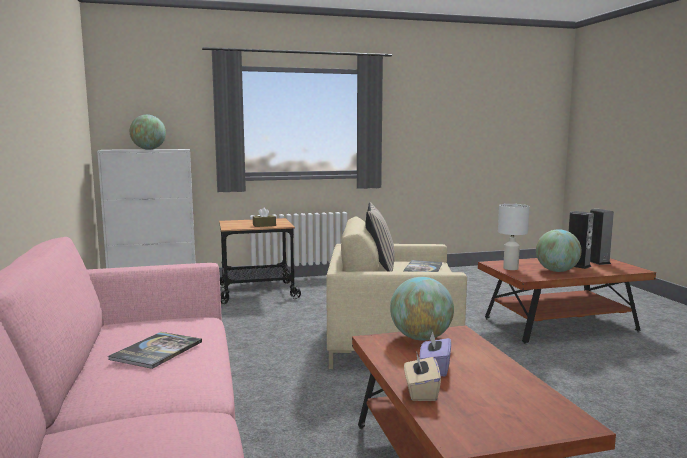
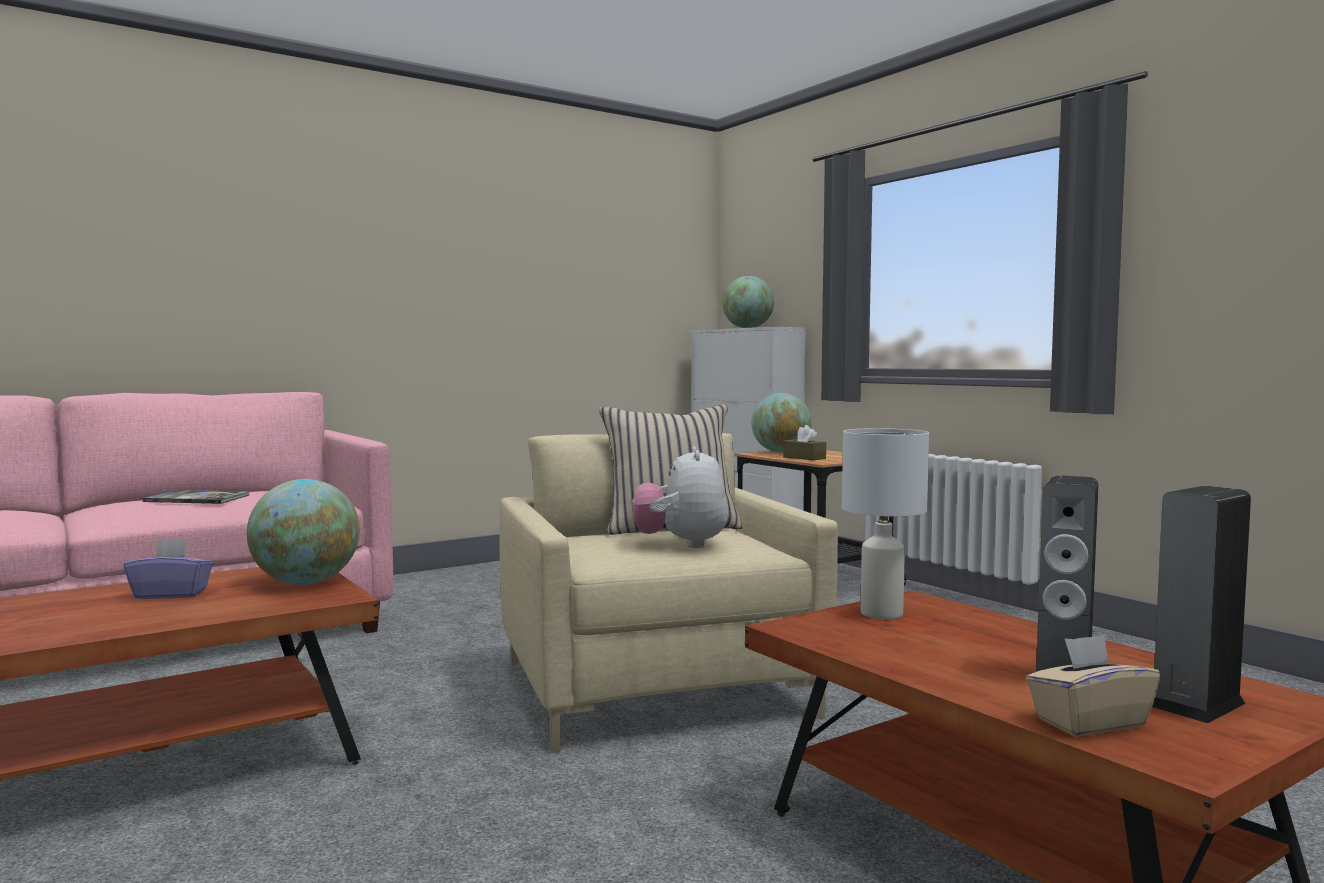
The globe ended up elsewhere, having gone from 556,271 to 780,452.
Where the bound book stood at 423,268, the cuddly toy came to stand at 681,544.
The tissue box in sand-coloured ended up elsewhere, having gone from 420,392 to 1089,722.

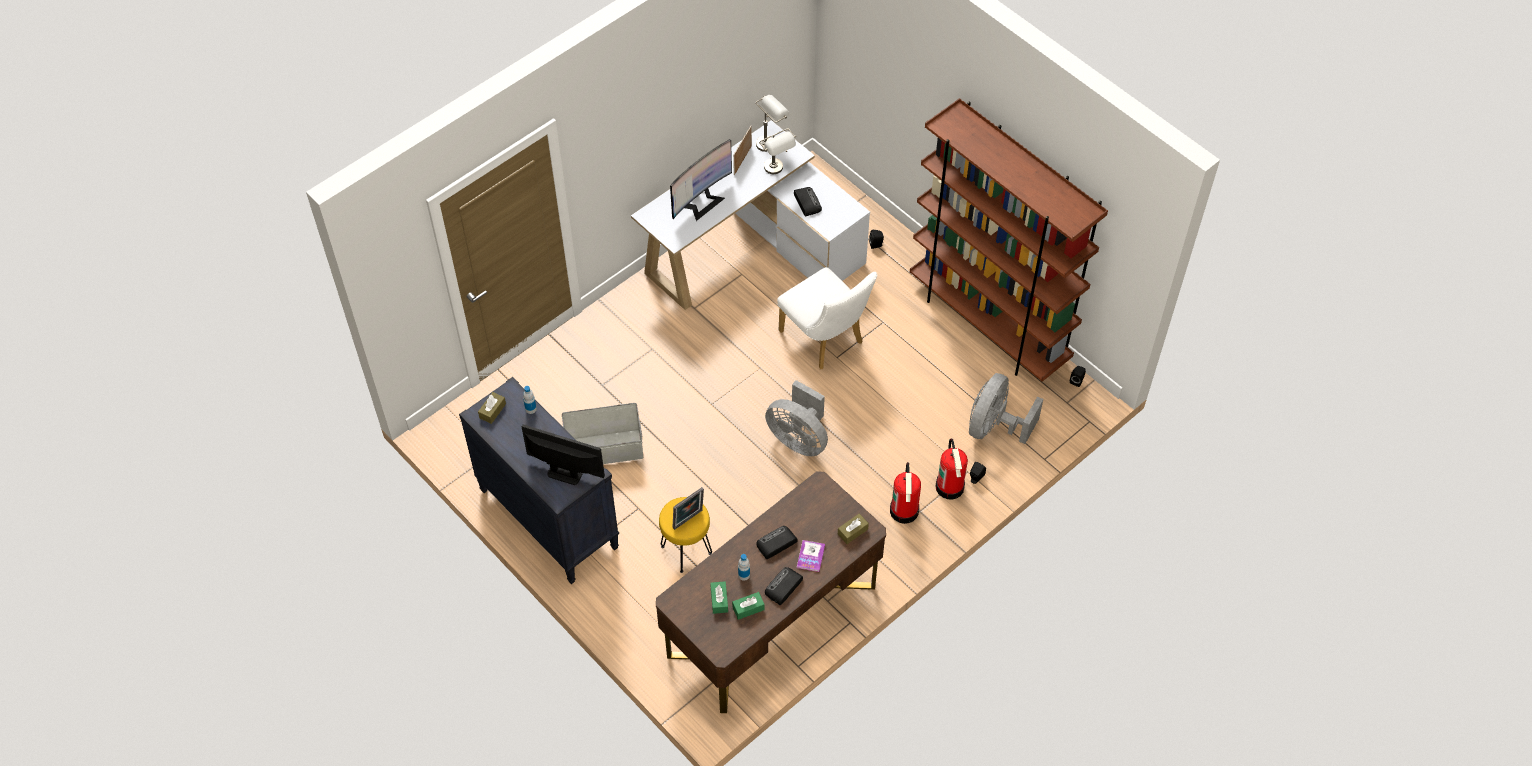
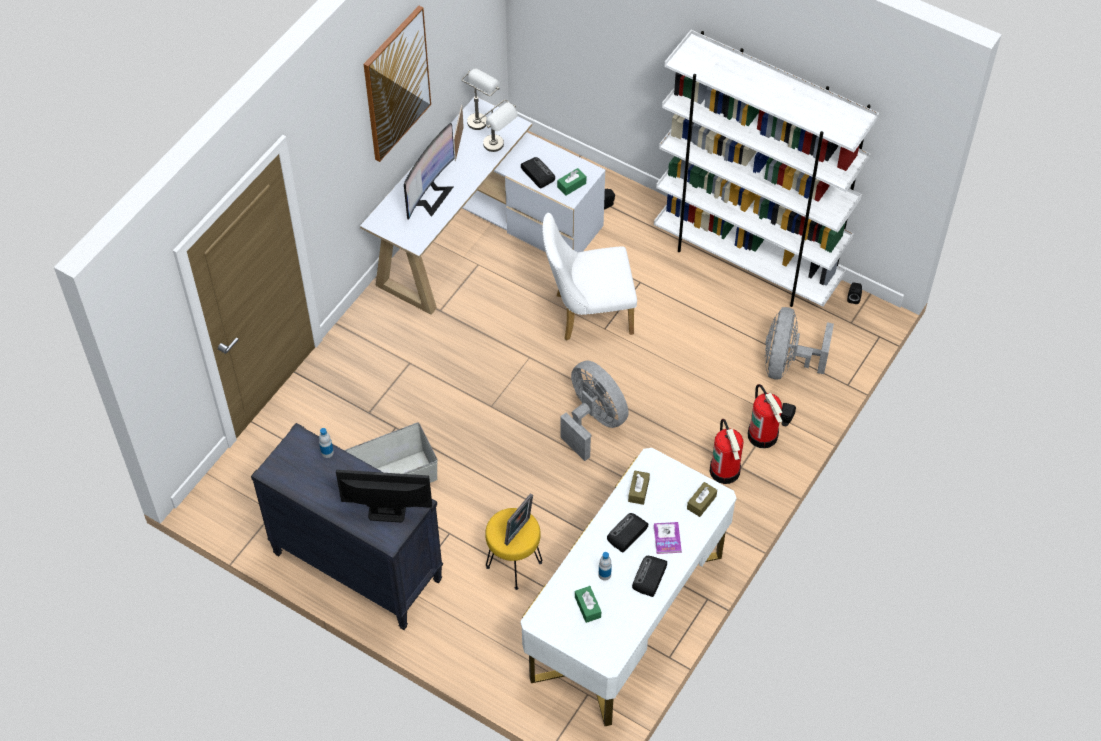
What was the shelving unit in brown at 989,324 turned into the shelving unit in whitish at 747,261.
The plain chair in whitish at 825,340 ended up facing another way, 135 degrees clockwise from before.
The electric fan in gray at 799,439 ended up facing another way, 150 degrees counterclockwise from before.
The tissue box in brown ended up elsewhere, having gone from 492,411 to 638,490.
What was the desk unit in brown at 772,620 turned into the desk unit in whitish at 626,616.
The tissue box in greenish ended up elsewhere, having gone from 748,608 to 571,185.
The second view gained the picture at 396,84.

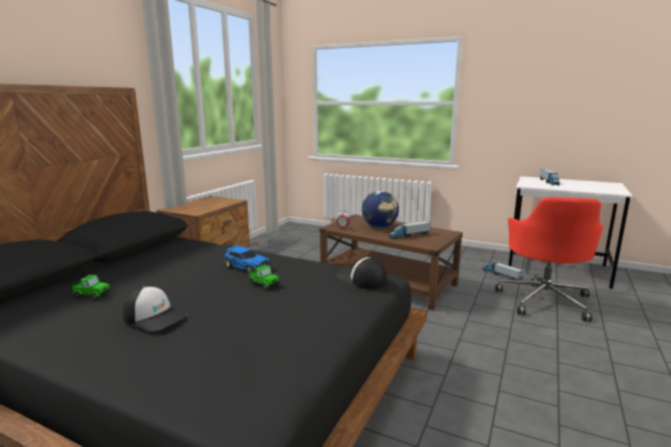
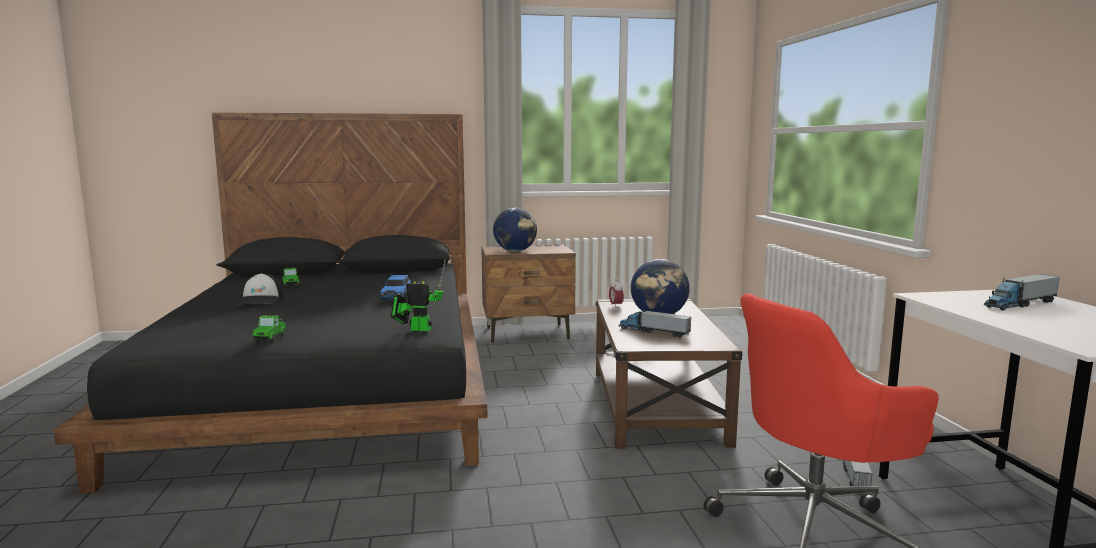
Where the baseball cap stood at 361,279, the toy robot came to stand at 417,329.
The toy car ended up elsewhere, having gone from 263,284 to 271,337.
The second view gained the globe at 515,251.

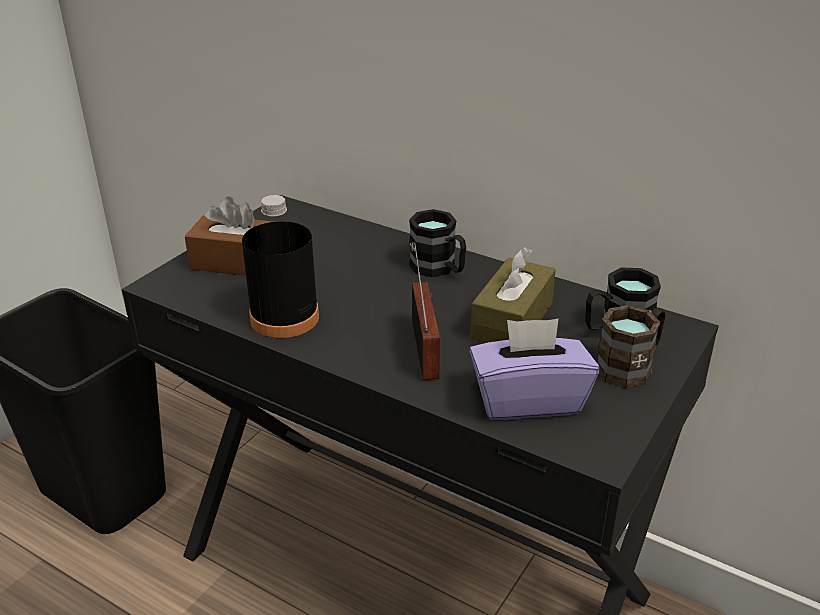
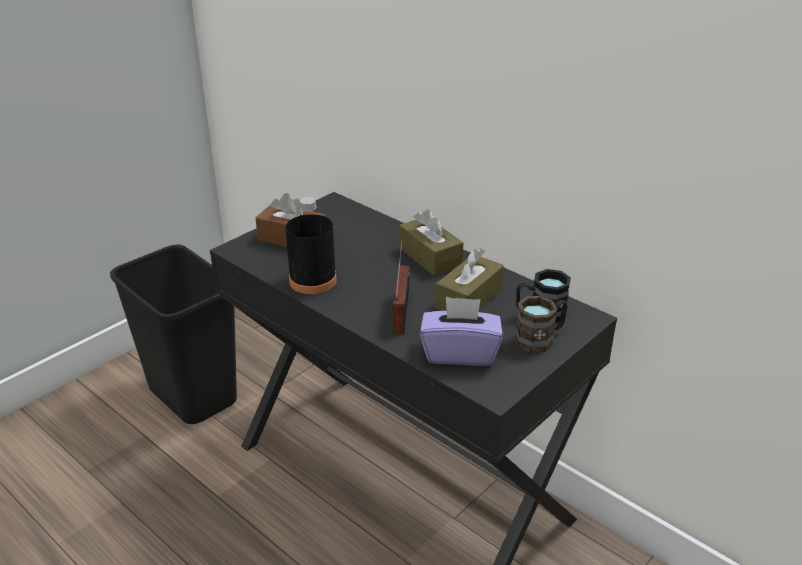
Where the mug in black stood at 439,269, the tissue box in brown came to stand at 430,257.

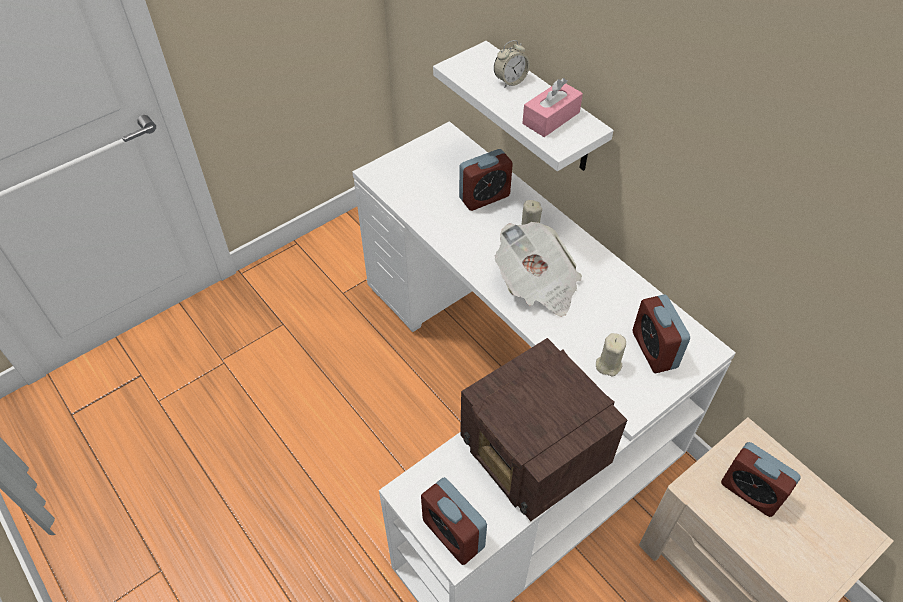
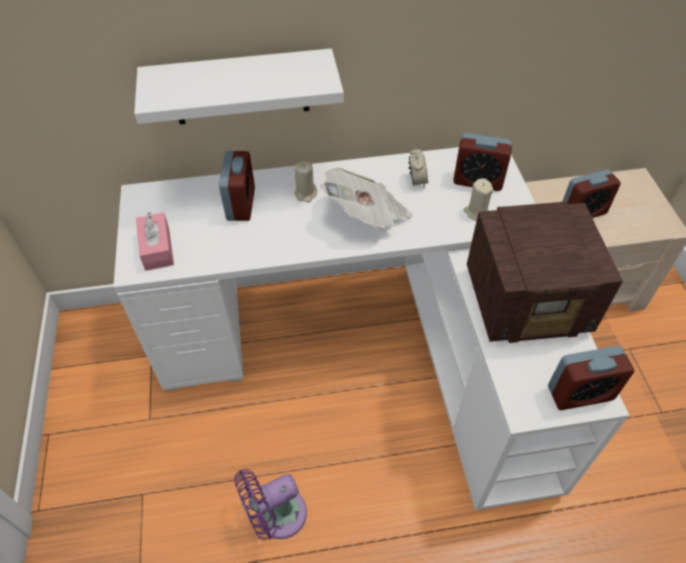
The alarm clock ended up elsewhere, having gone from 510,81 to 417,181.
The tissue box in pink-coloured ended up elsewhere, having gone from 551,118 to 157,248.
The second view gained the electric fan in purple-coloured at 276,516.

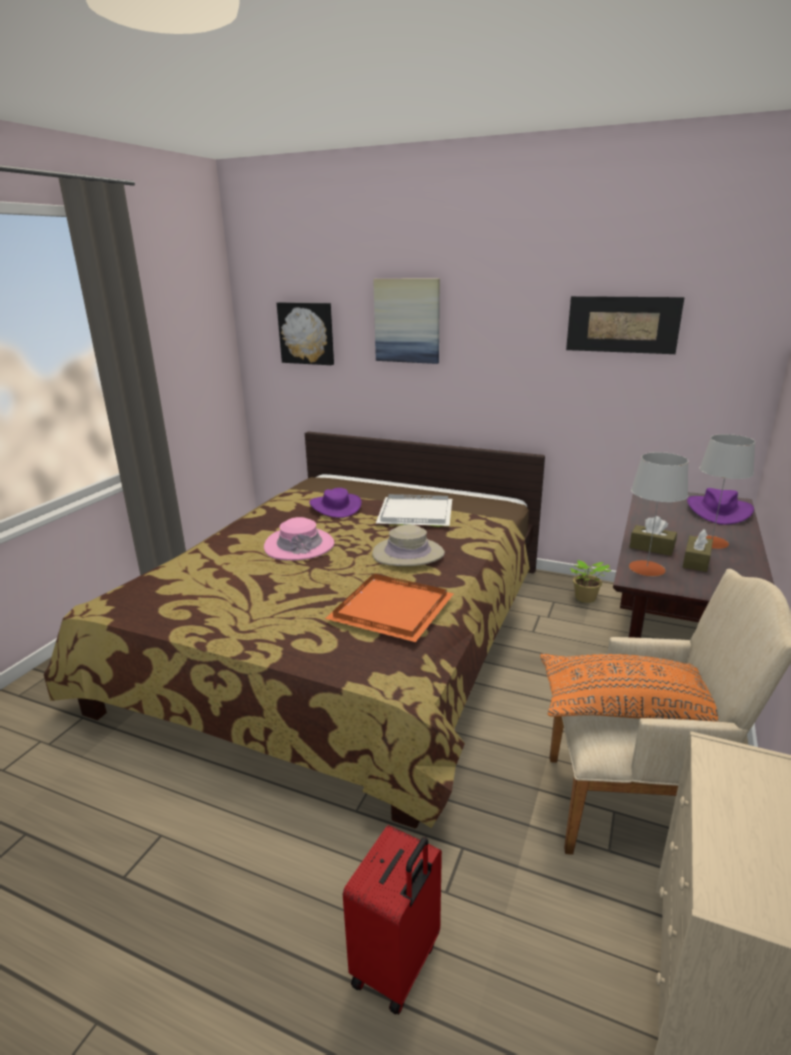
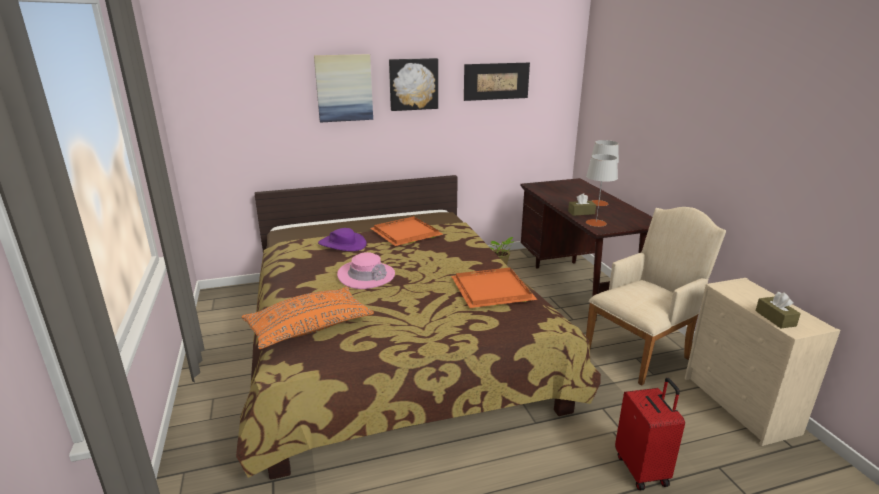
The picture ended up elsewhere, having gone from 307,333 to 413,84.
The second view lost the clothing hat in purple-coloured at 718,511.
What was the serving tray in whitish at 414,513 turned into the serving tray in orange-coloured at 404,233.
The second view lost the clothing hat in sand-coloured at 408,554.
The tissue box in brown ended up elsewhere, having gone from 696,561 to 775,318.
The throw pillow in orange-coloured ended up elsewhere, having gone from 628,706 to 309,328.

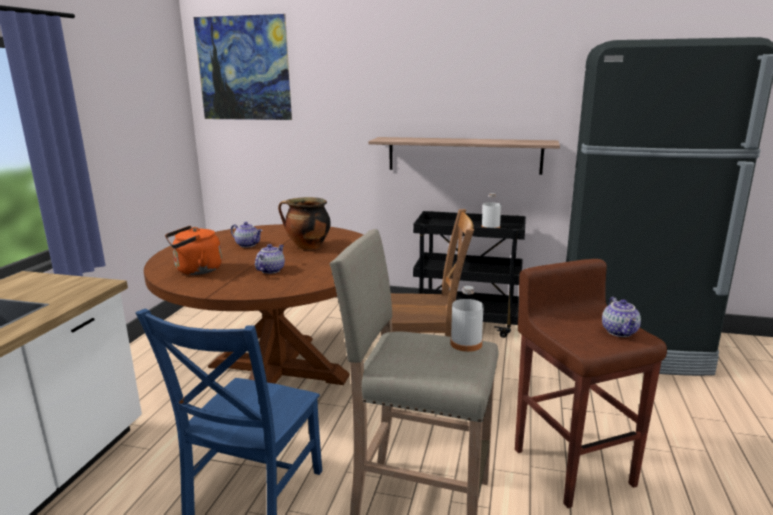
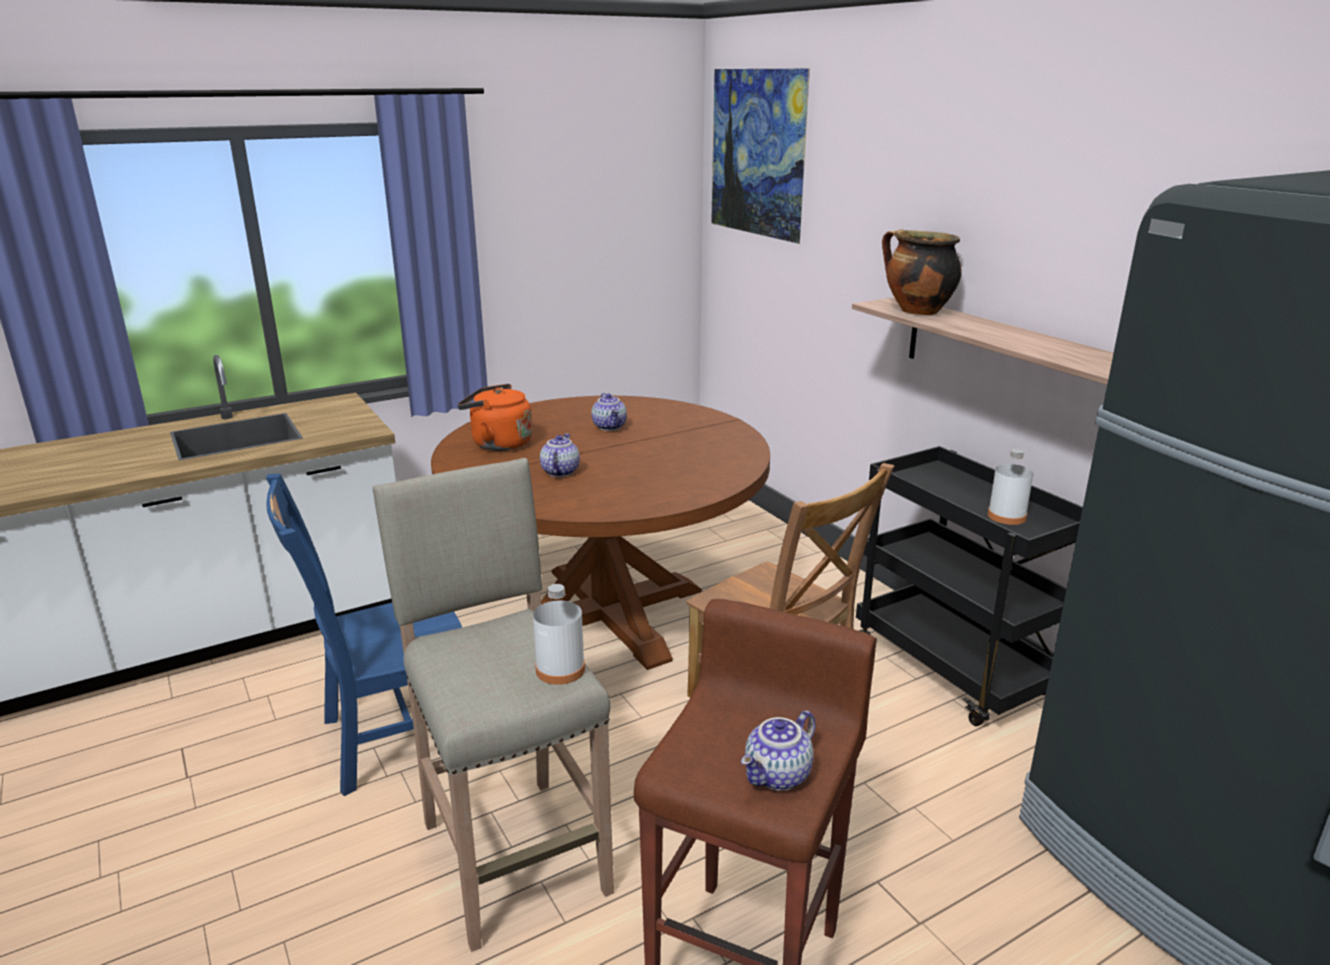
The saucepot ended up elsewhere, having gone from 307,247 to 916,311.
The pot for tea at 270,270 ended up facing another way, 60 degrees counterclockwise from before.

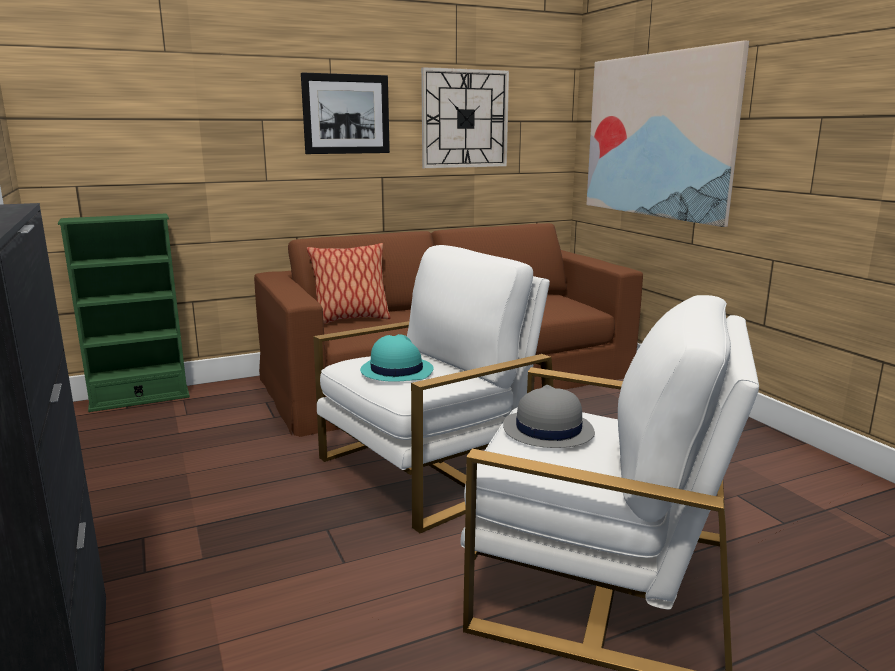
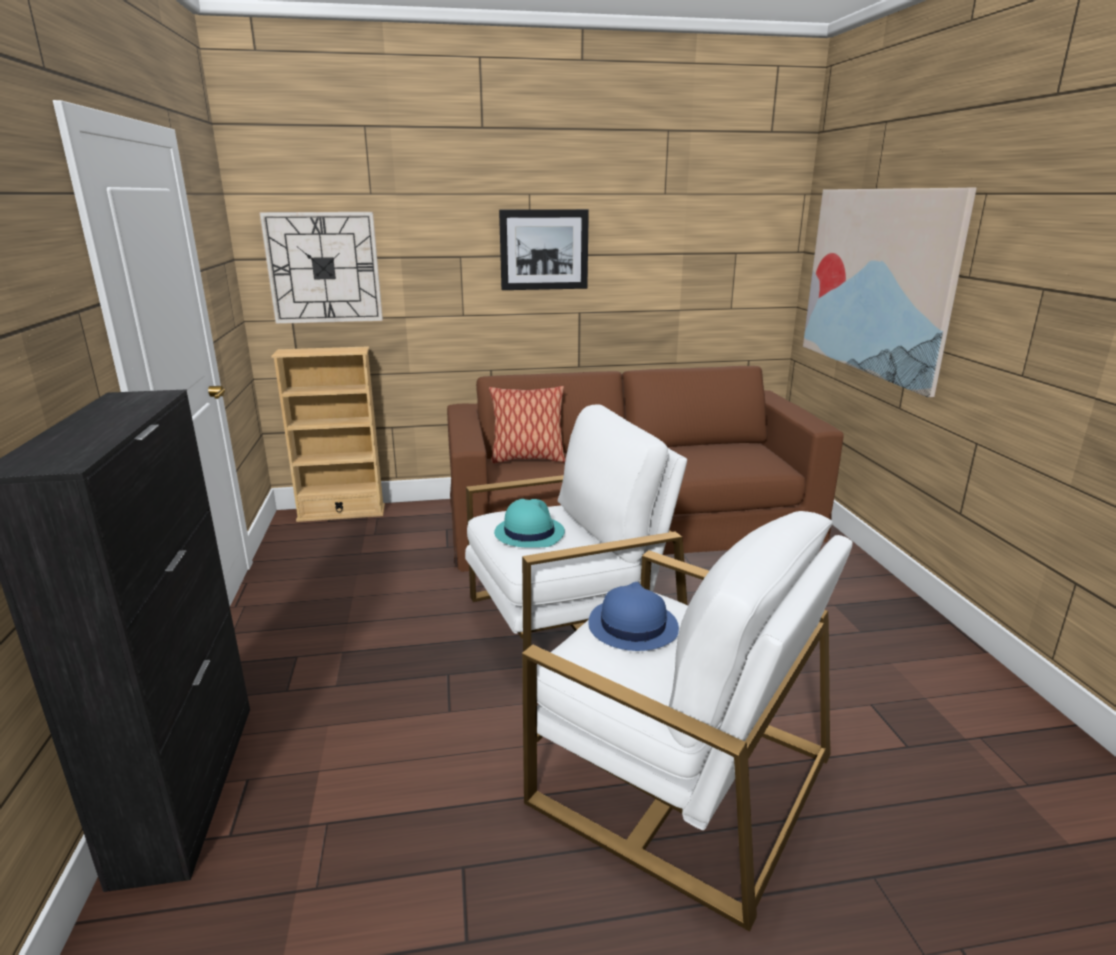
The clock on the wall ended up elsewhere, having gone from 465,119 to 324,268.
What was the shelving unit in greenish at 140,399 turned into the shelving unit in sand-coloured at 341,513.
What was the clothing hat in gray at 547,430 turned into the clothing hat in bluish at 632,626.

